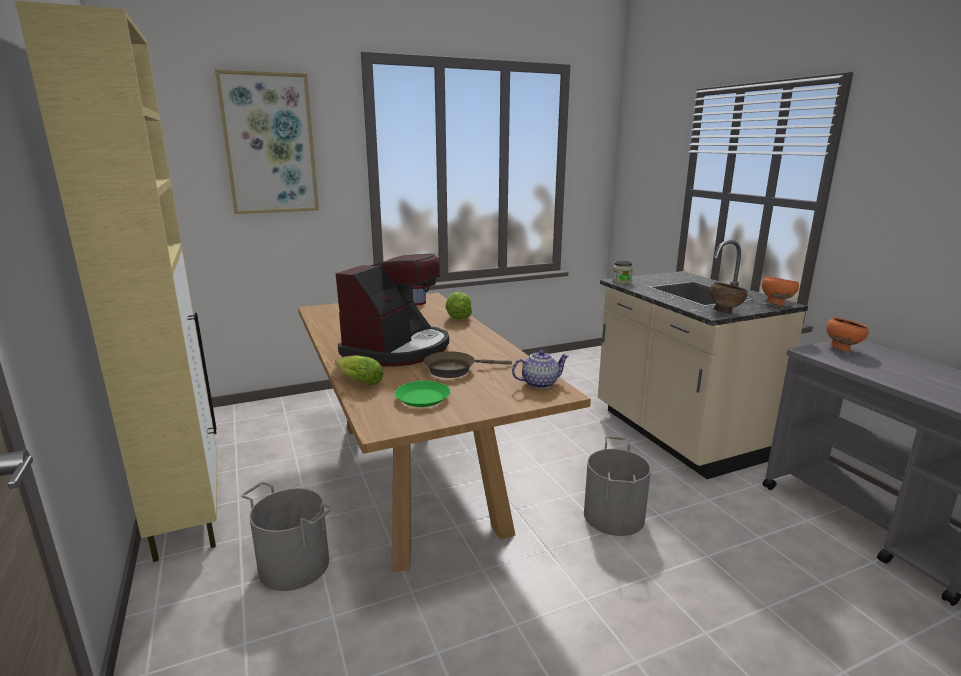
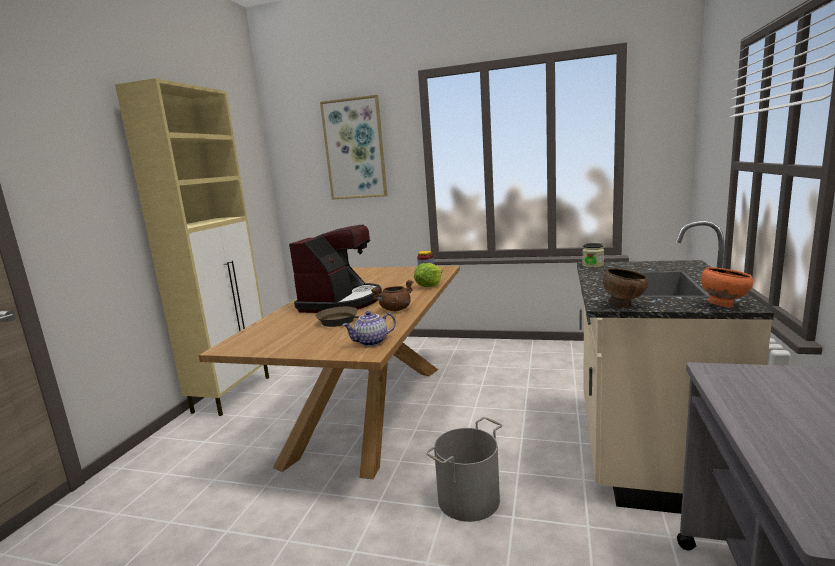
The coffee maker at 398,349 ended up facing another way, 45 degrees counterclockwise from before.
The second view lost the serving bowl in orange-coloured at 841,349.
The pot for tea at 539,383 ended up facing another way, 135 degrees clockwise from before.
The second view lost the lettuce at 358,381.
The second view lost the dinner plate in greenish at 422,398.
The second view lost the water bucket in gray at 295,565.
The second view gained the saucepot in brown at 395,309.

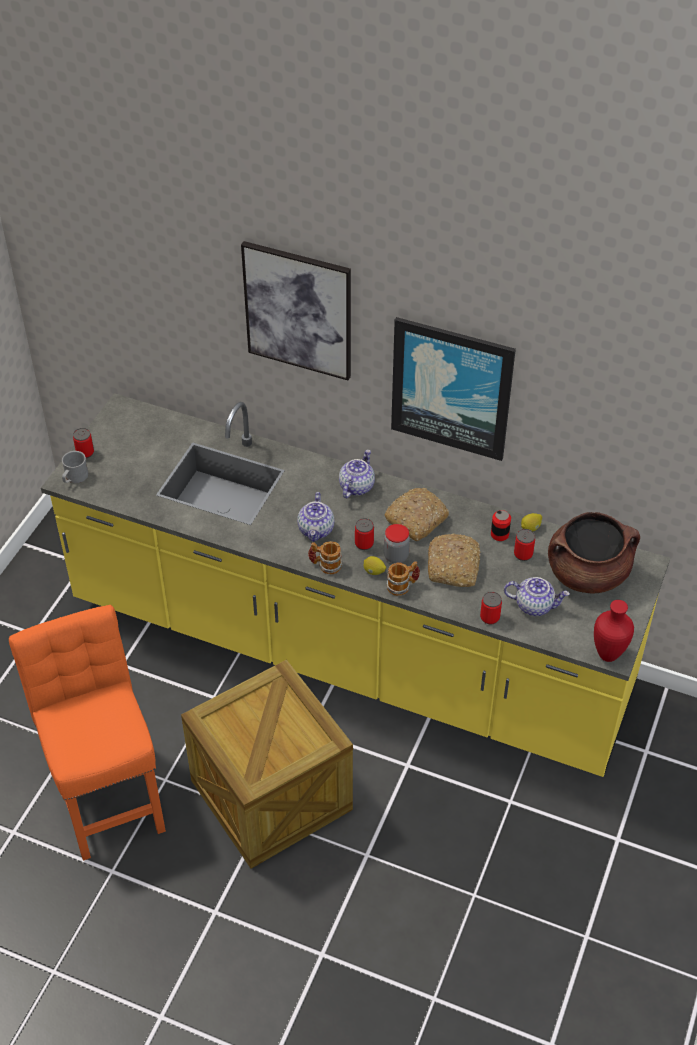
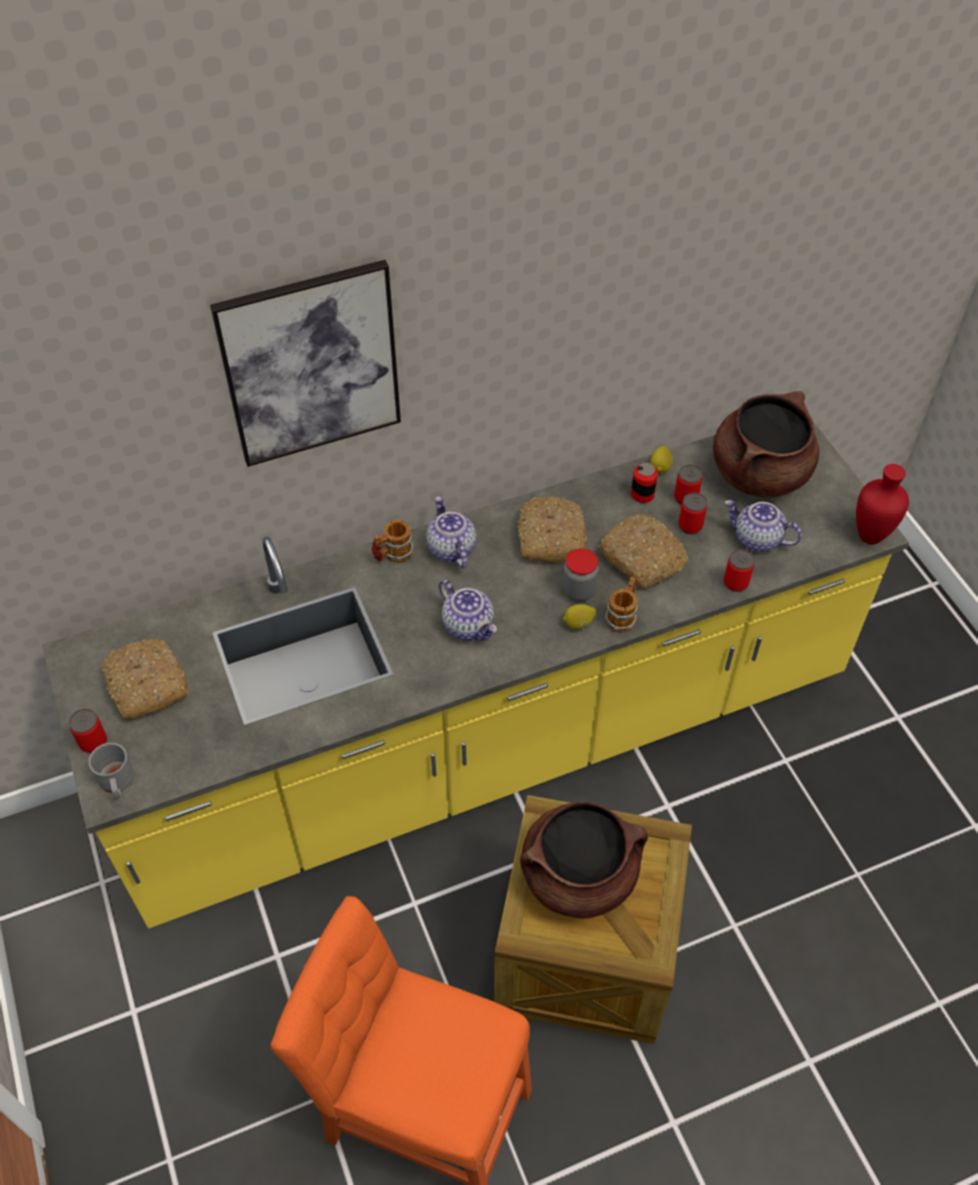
The second view lost the picture at 451,388.
The metal can ended up elsewhere, having gone from 364,543 to 690,525.
The mug ended up elsewhere, having gone from 325,565 to 393,555.
The pot for tea at 534,605 ended up facing another way, 120 degrees counterclockwise from before.
The second view gained the bread at 145,684.
The second view gained the saucepot in brown at 579,876.

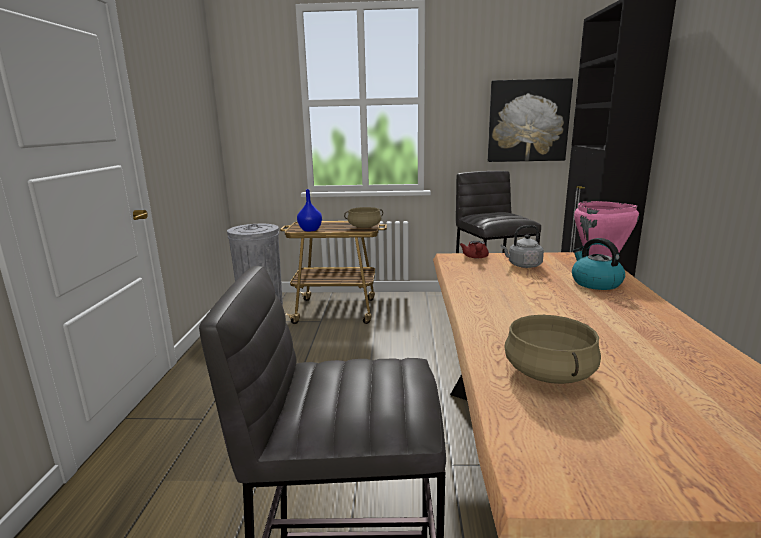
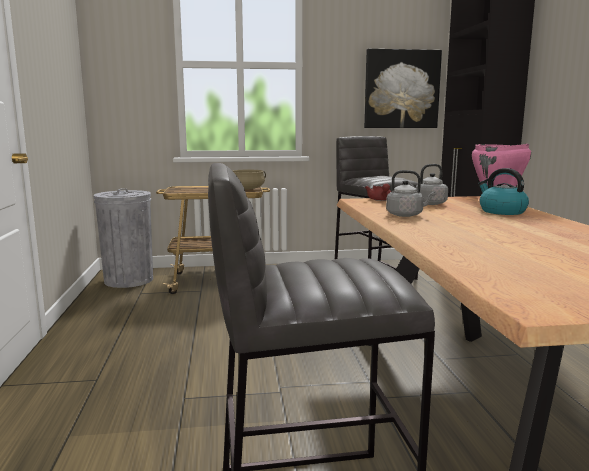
The second view lost the vase in bluish at 310,230.
The second view lost the saucepot in sand-coloured at 550,373.
The second view gained the water kettle in gray at 406,215.

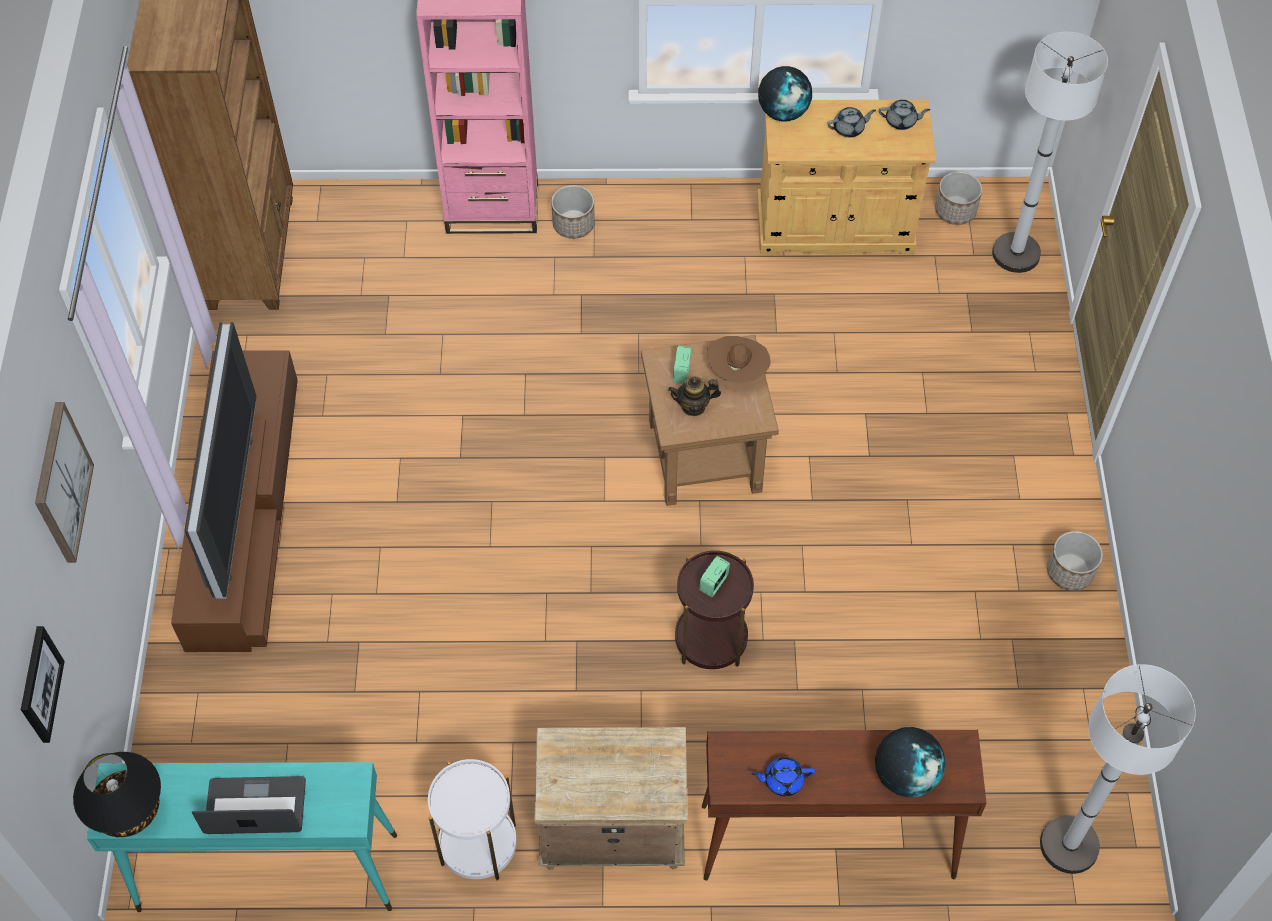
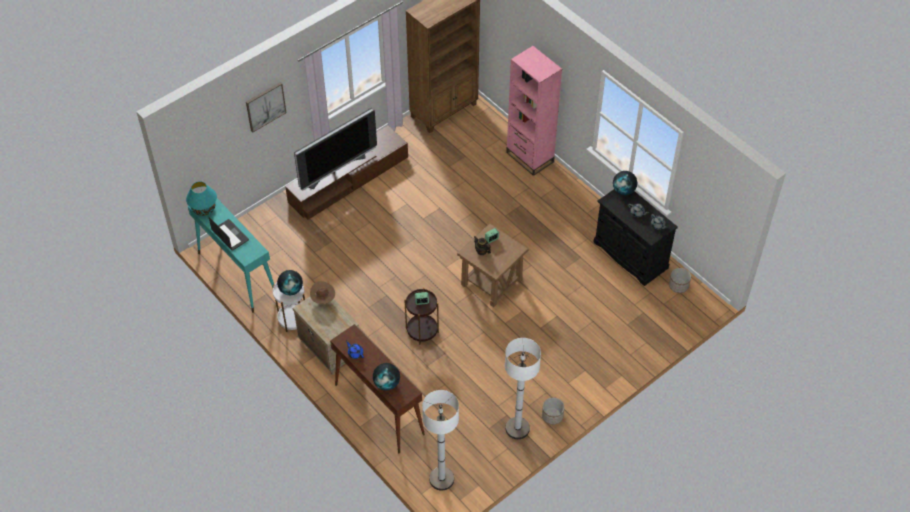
The standard lamp in whitish ended up elsewhere, having gone from 1015,254 to 517,428.
What was the cupboard in sand-coloured at 835,226 turned into the cupboard in black at 630,255.
The second view lost the planter at 573,224.
The clothing hat in brown ended up elsewhere, having gone from 737,372 to 323,299.
The second view lost the picture at 39,684.
What was the table lamp in black at 128,809 turned into the table lamp in turquoise-coloured at 204,208.
The second view gained the globe at 291,290.

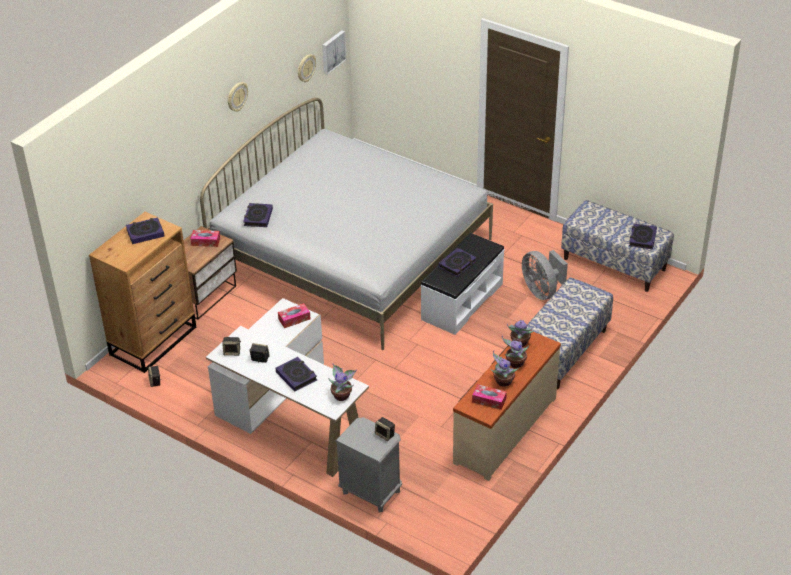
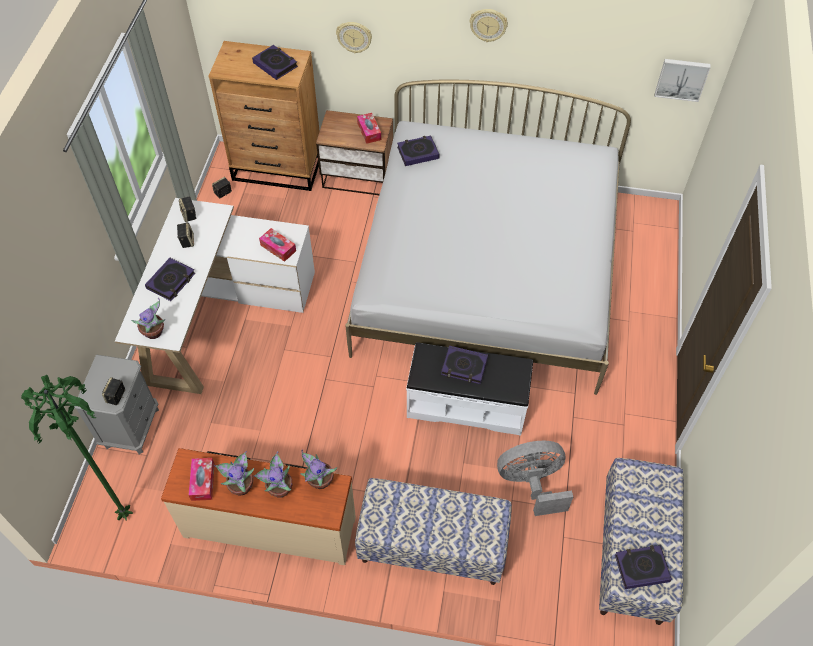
The clock on the wall ended up elsewhere, having gone from 306,68 to 354,36.
The electric fan in gray at 542,291 ended up facing another way, 45 degrees clockwise from before.
The second view gained the standard lamp in greenish at 126,513.

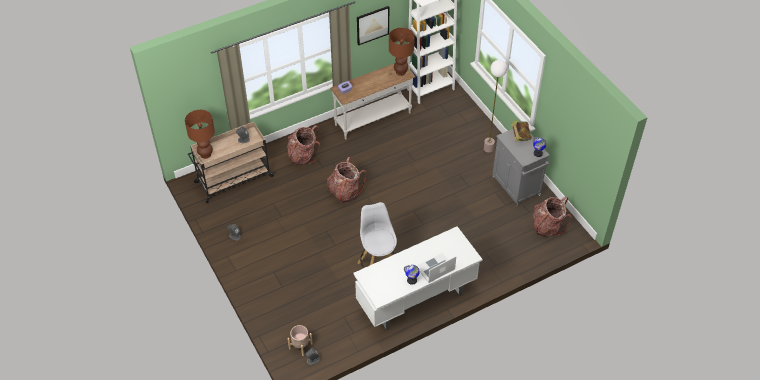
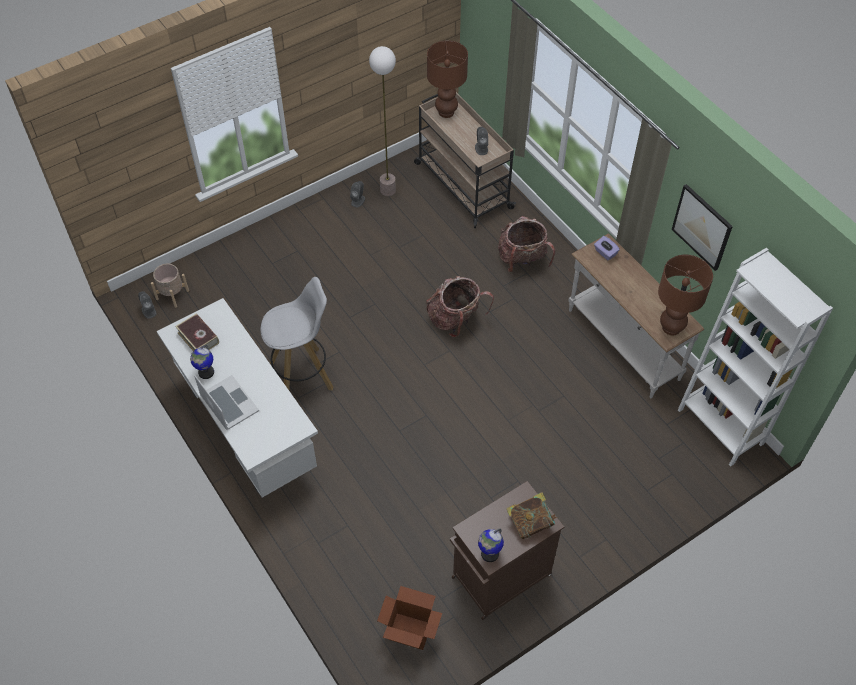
The standard lamp ended up elsewhere, having gone from 488,148 to 388,190.
What was the cupboard in gray at 516,187 turned into the cupboard in brown at 499,577.
Where the backpack stood at 547,226, the carton came to stand at 410,631.
The second view gained the bound book at 198,338.

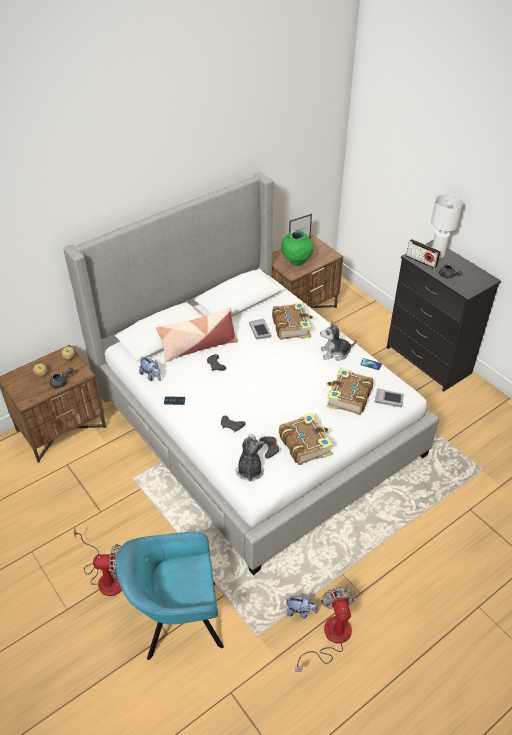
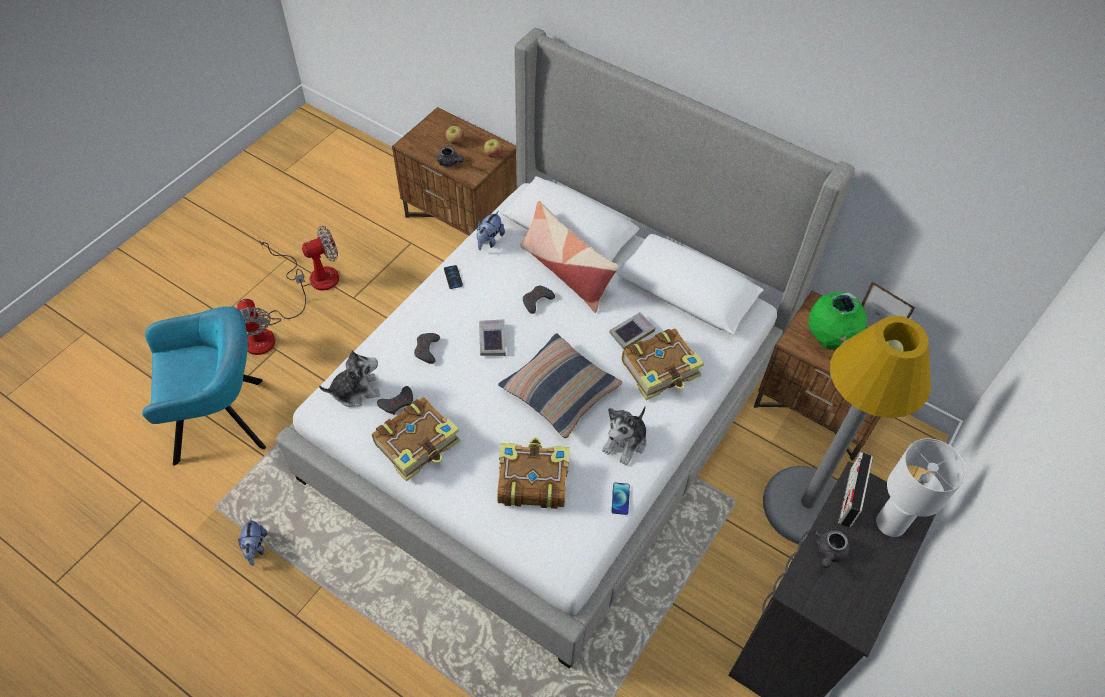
The cuddly toy at 335,353 ended up facing another way, 120 degrees counterclockwise from before.
The bound book ended up elsewhere, having gone from 388,400 to 492,340.
The lounge chair in turquoise-coloured at 177,620 ended up facing another way, 105 degrees clockwise from before.
The electric fan ended up elsewhere, having gone from 330,638 to 314,275.
The second view gained the standard lamp in gray at 805,506.
The second view gained the throw pillow at 560,391.

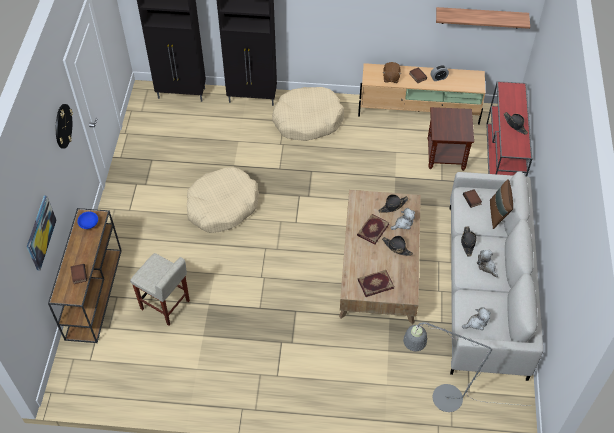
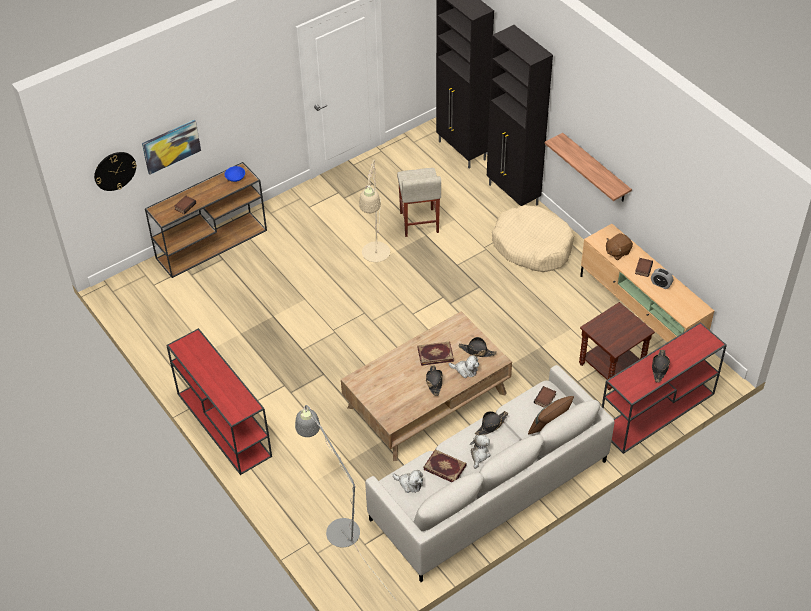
The wall shelf ended up elsewhere, having gone from 481,17 to 595,168.
The clock on the wall ended up elsewhere, having gone from 63,126 to 115,171.
Where the pet bed in sand-coloured stood at 222,206, the standard lamp in sand-coloured came to stand at 375,257.
The sitting stool in sand-coloured ended up elsewhere, having gone from 165,305 to 419,223.
The bound book ended up elsewhere, having gone from 375,283 to 445,467.
The second view gained the console table in red-coloured at 223,424.

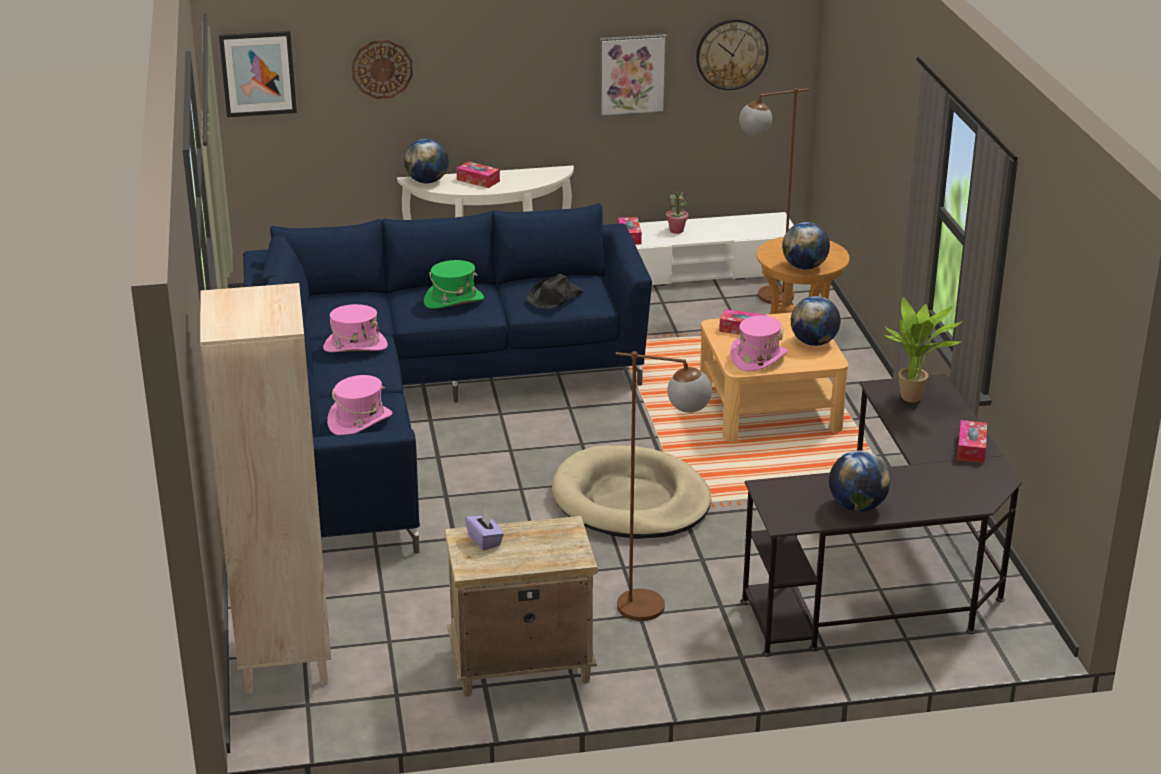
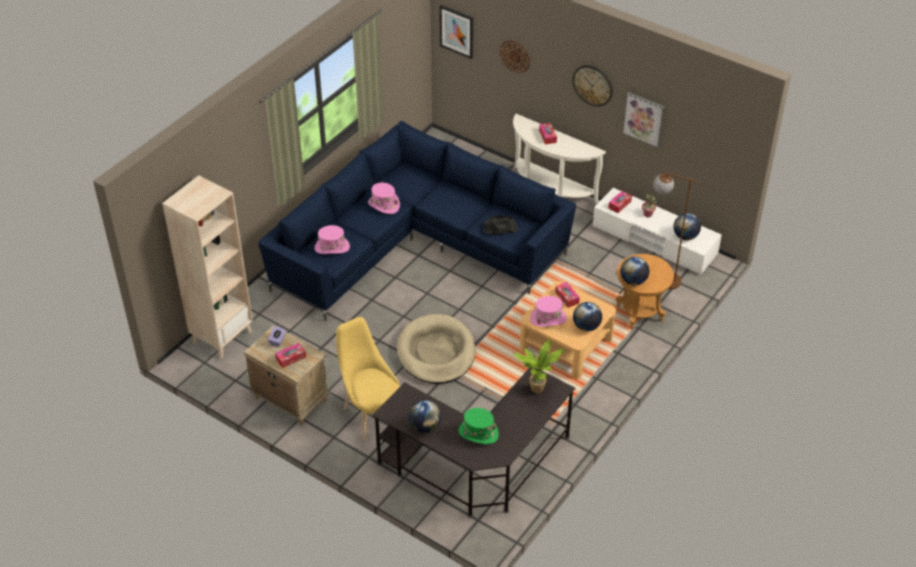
The clock on the wall ended up elsewhere, having gone from 731,54 to 593,85.
The globe ended up elsewhere, having gone from 427,181 to 685,236.
The clothing hat in greenish ended up elsewhere, having gone from 454,300 to 478,433.
Where the standard lamp in brown stood at 658,608, the plain chair in yellow-coloured came to stand at 371,412.
The tissue box ended up elsewhere, having gone from 971,448 to 291,358.

